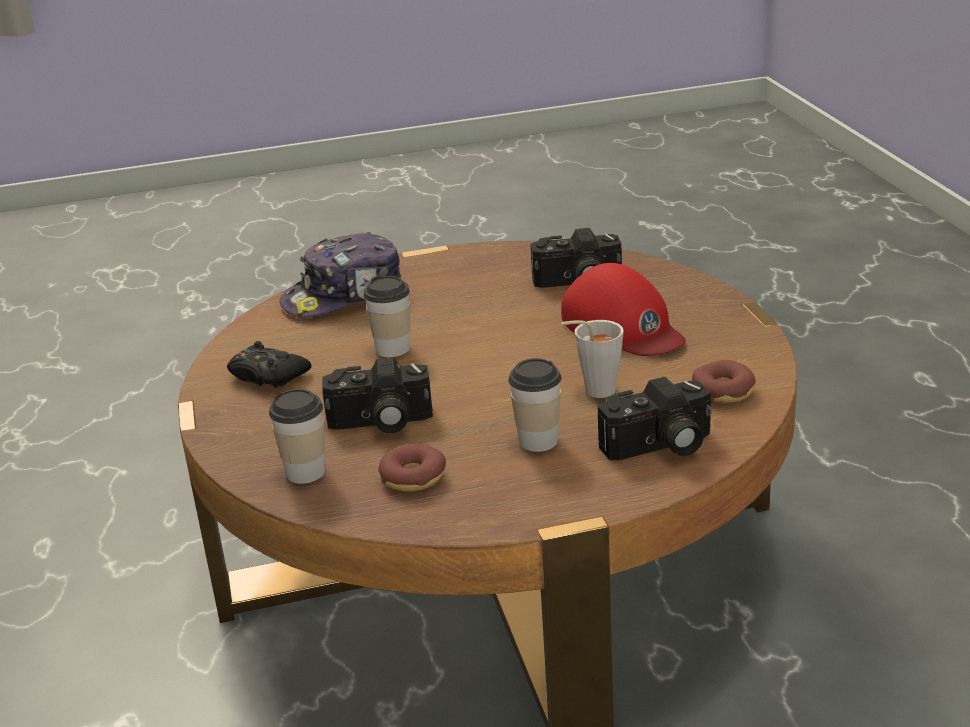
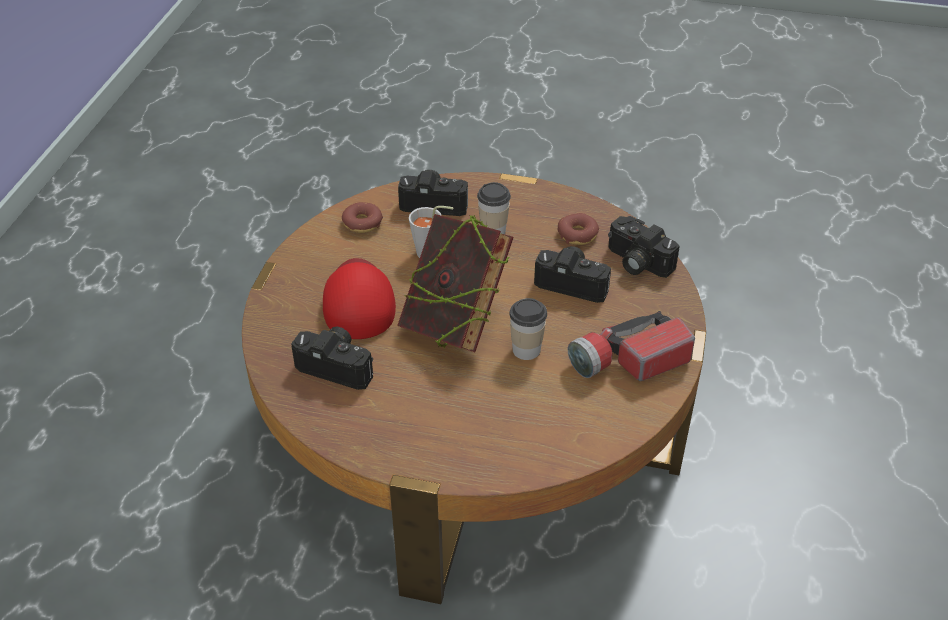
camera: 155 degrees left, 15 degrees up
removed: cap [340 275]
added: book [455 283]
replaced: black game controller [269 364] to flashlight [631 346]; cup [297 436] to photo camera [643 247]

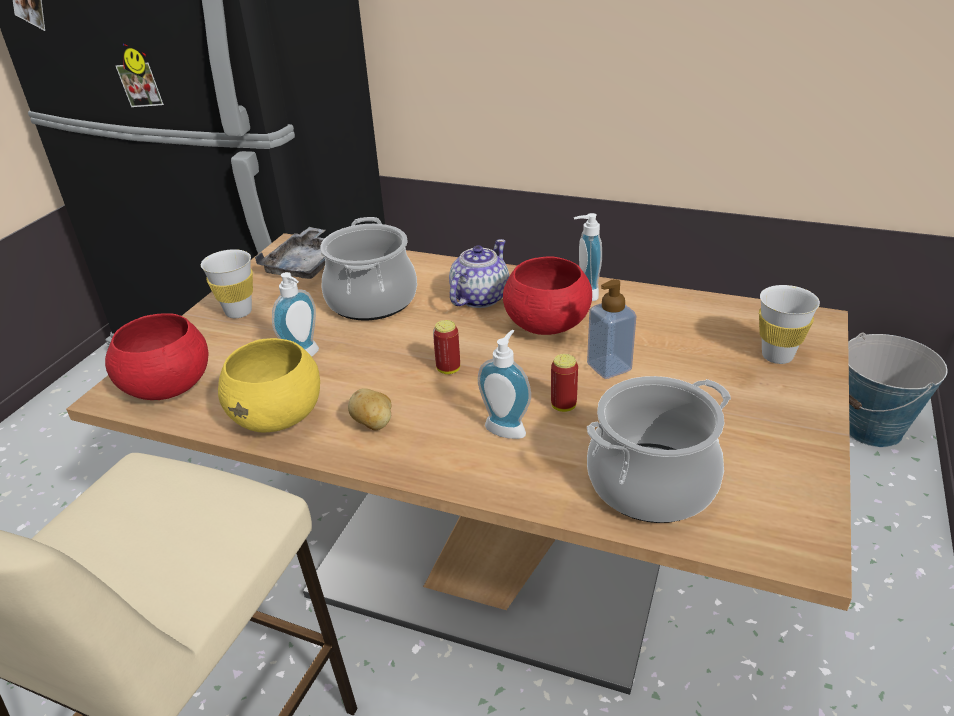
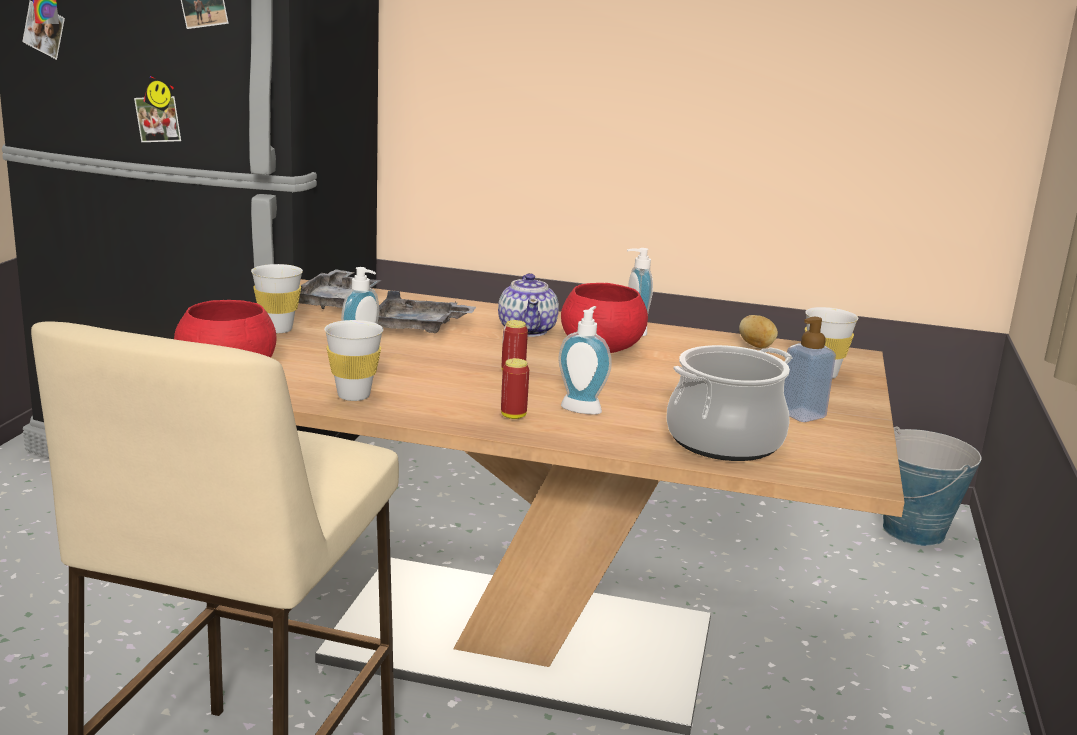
camera: 10 degrees left, 15 degrees down
moved: can [564 383] to [515 388]; potato [370 409] to [758 331]; soap dispenser [611 329] to [810 369]
replaced: yellow bowl [269 385] to white cup [354 360]; cooking pot [368 268] to grey tray [426 312]
turned: teapot [479 273] = [528 305] 150 degrees clockwise

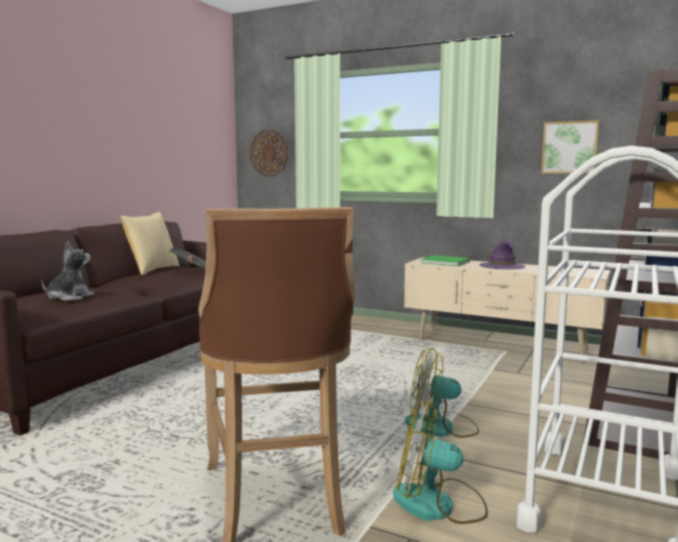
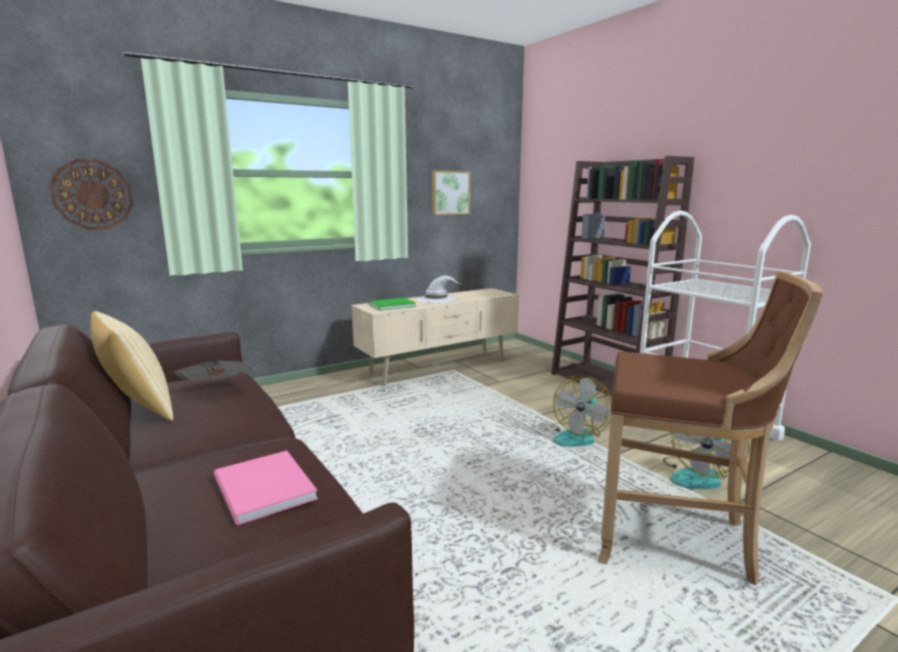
camera: 60 degrees left, 5 degrees up
replaced: plush toy [67 271] to pink book [266 488]
recoloured: purple hat [502 254] to white hat [439 289]

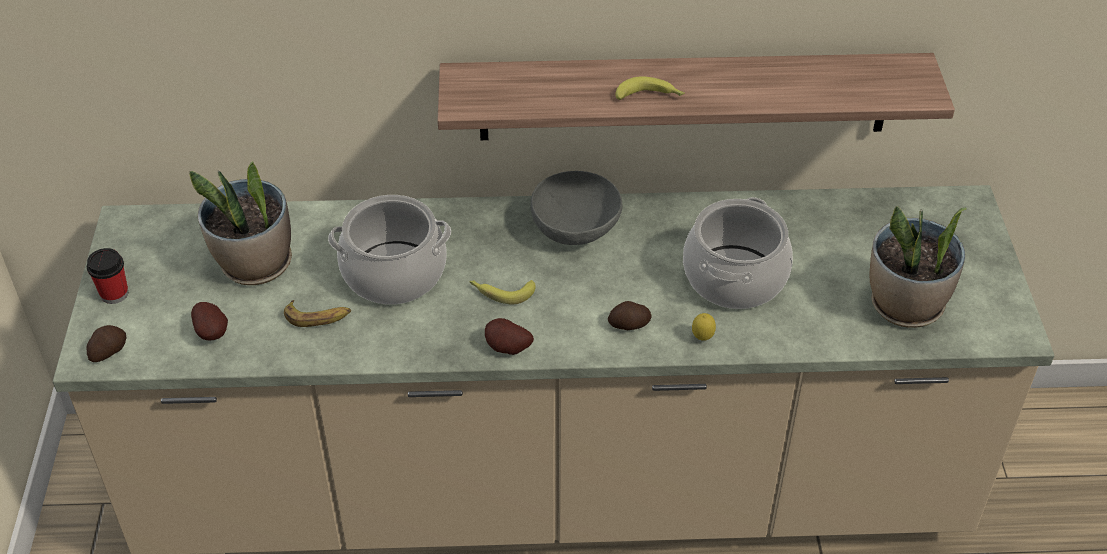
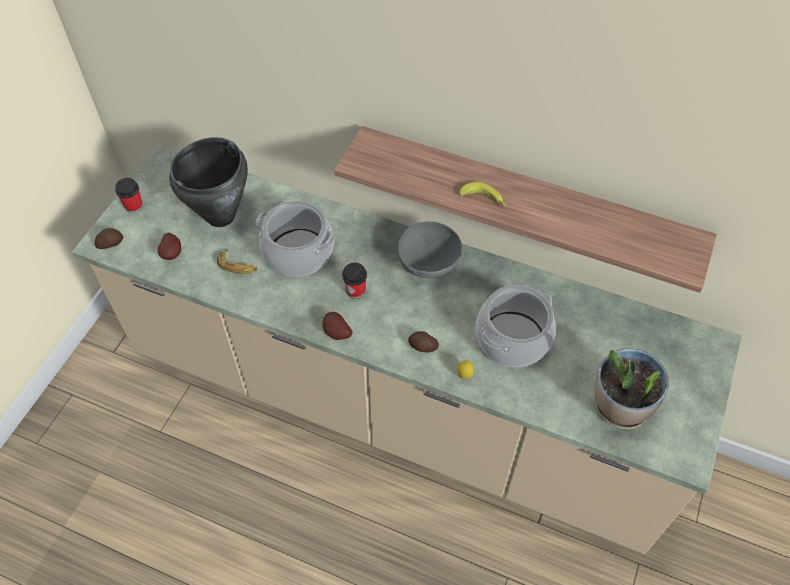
camera: 25 degrees right, 10 degrees up
replaced: potted plant [240 223] to black cooking pot [208 182]; banana [502 292] to cup [354 281]

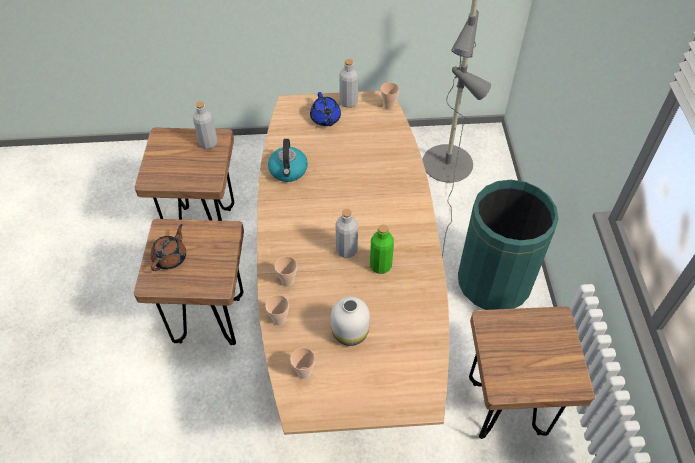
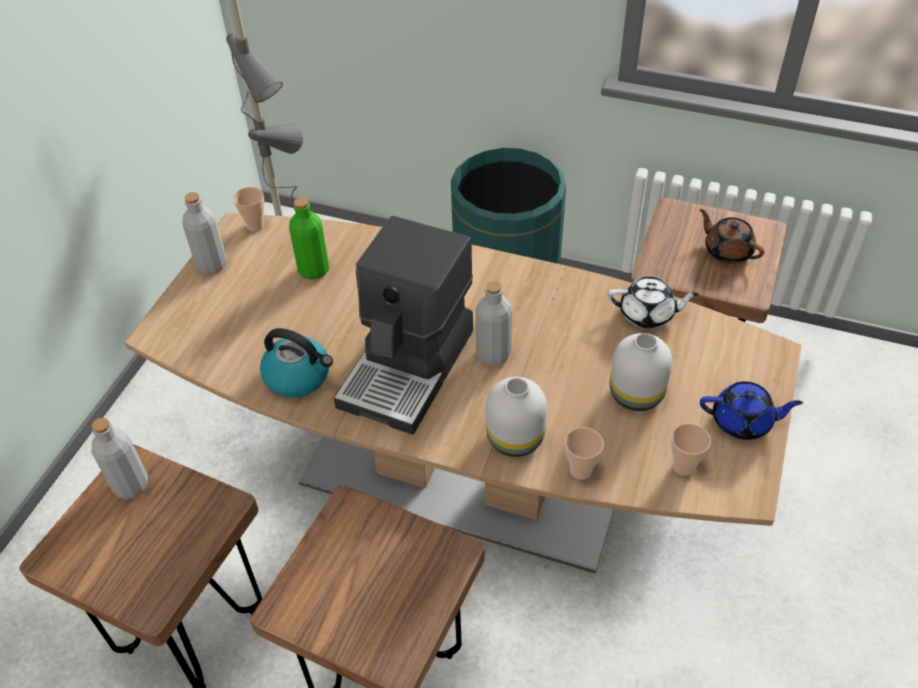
camera: 65 degrees left, 5 degrees down
added: coffee machine [403 325]; white teapot [653 302]
moved: green bottle [382 249] to [309 238]; brown teapot [168 247] to [732 236]; blue teapot [325 109] to [751 410]
replaced: cup [285 271] to white vase [516 417]

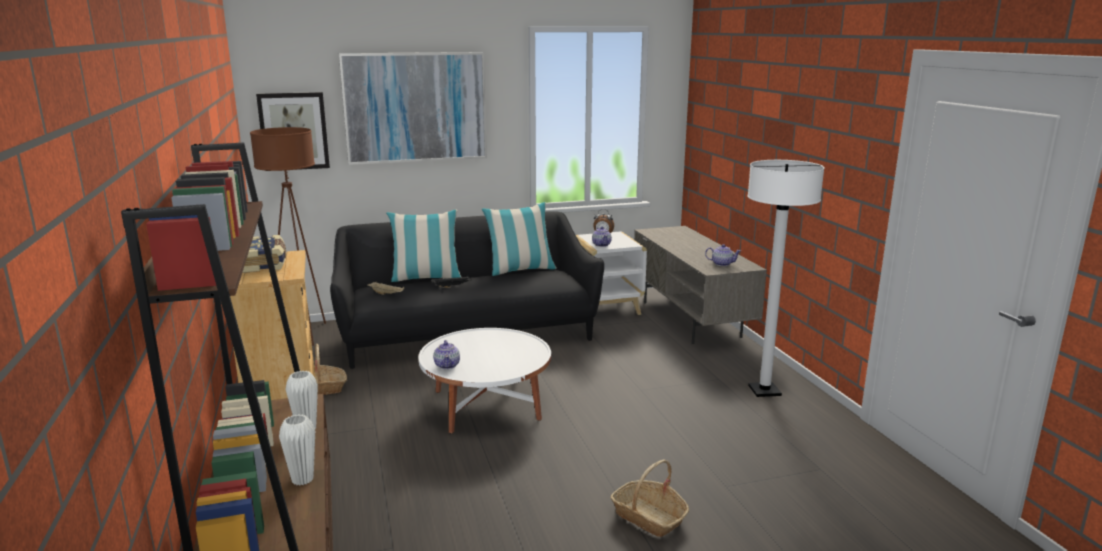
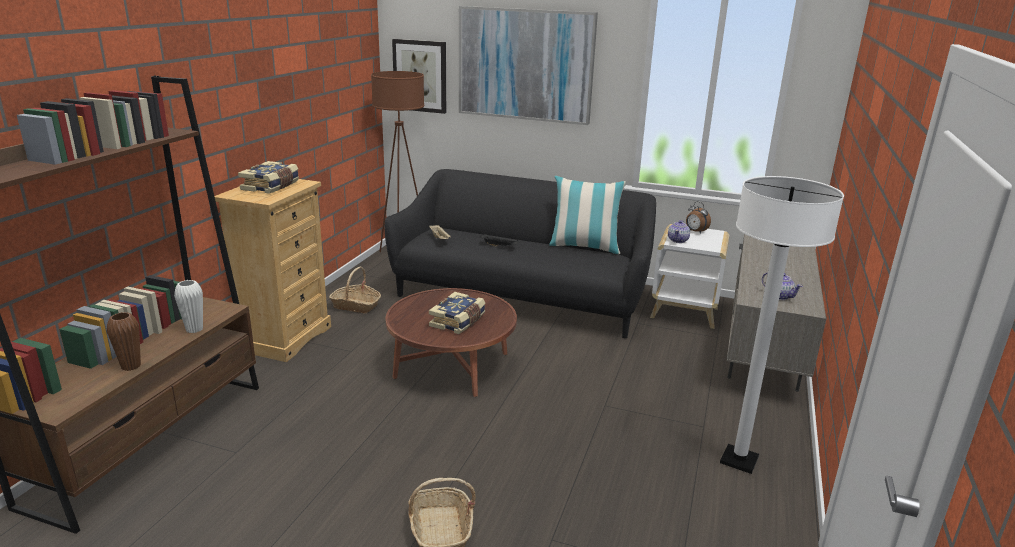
camera: 35 degrees right, 5 degrees up
removed: pillow [423 246]; teapot [446 354]
added: book [457 313]
recoloured: white vase [297 449] to brown vase [124 341]; white coffee table [485 381] to brown coffee table [451 342]

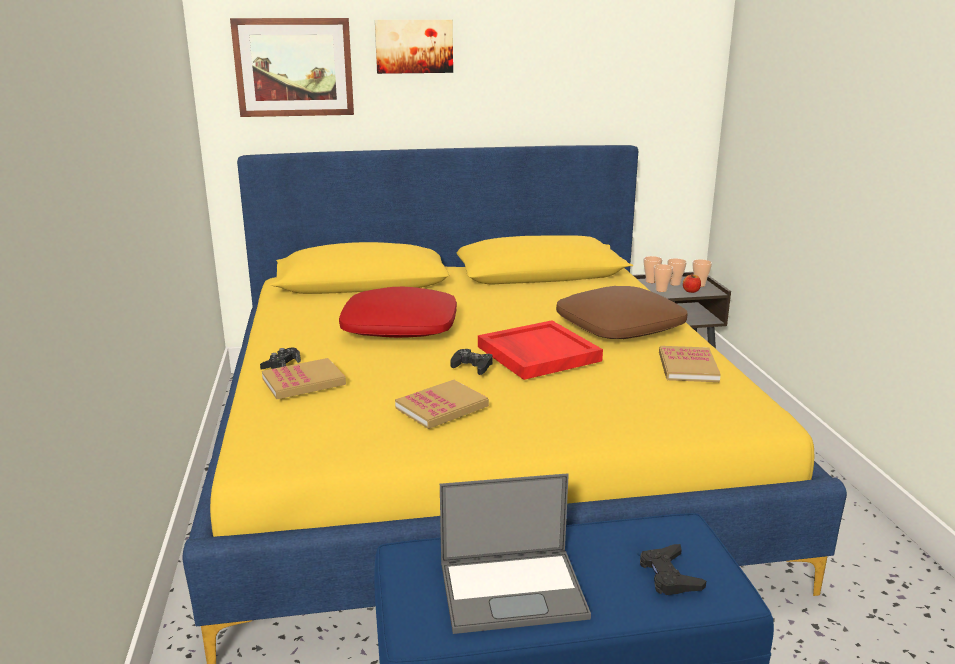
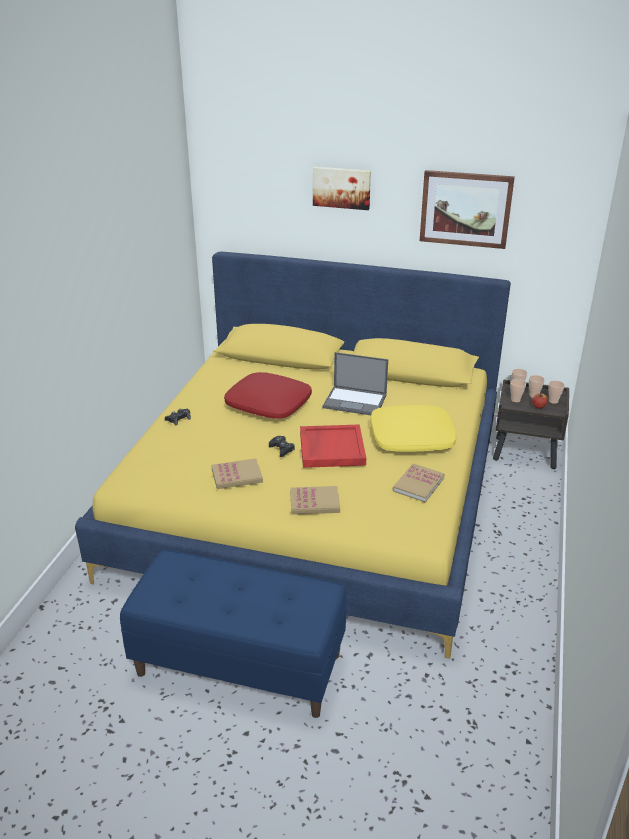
camera: 25 degrees right, 10 degrees up
removed: black game controller [673 569]
moved: book [304 378] to [315 500]; laptop [515 553] to [355 383]; picture [292 67] to [467 209]
recoloured: brown pillow [622 312] to yellow pillow [413 428]

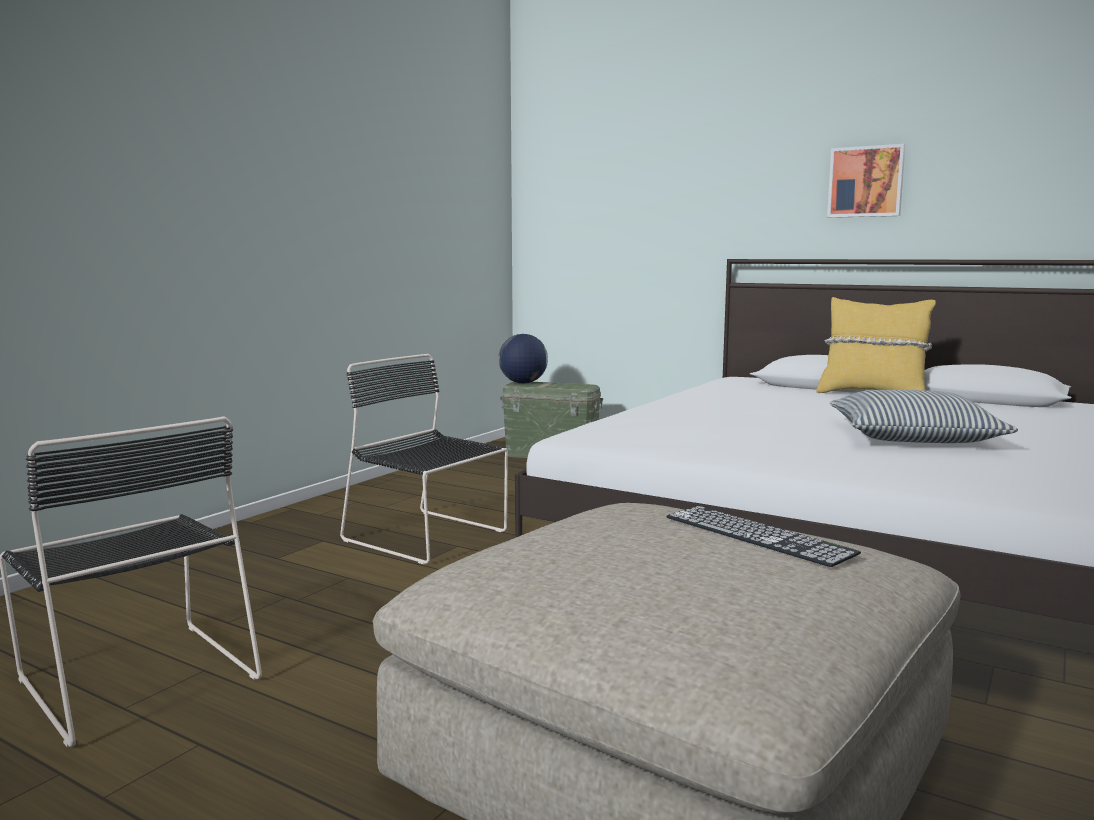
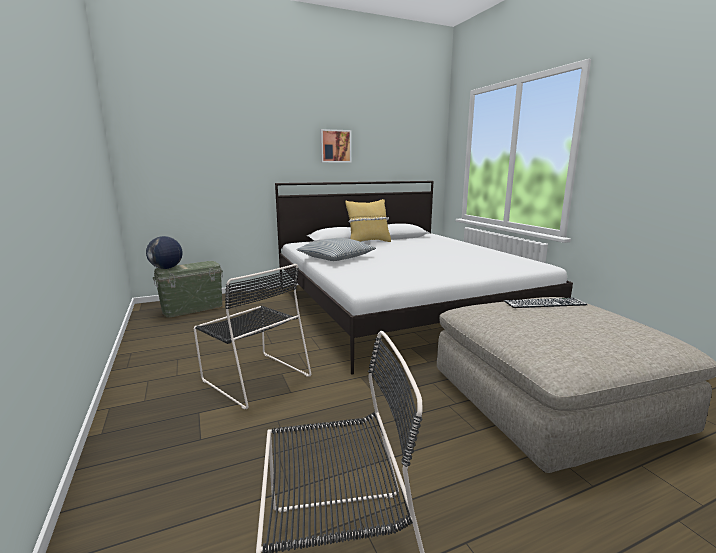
camera: 55 degrees left, 5 degrees up
moved: pillow [924 416] to [336 249]
turned: black chair [424 459] = [252 336] 120 degrees counterclockwise

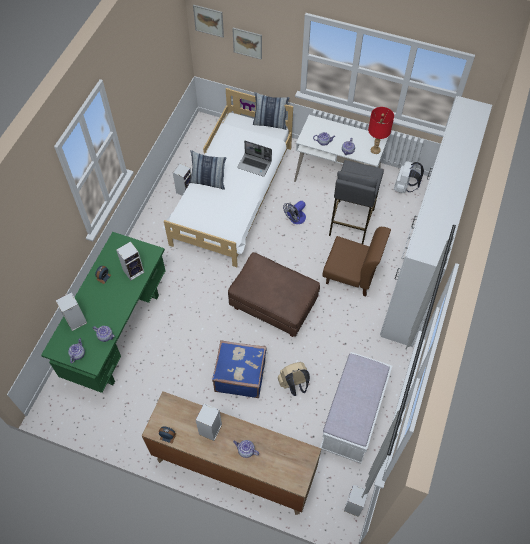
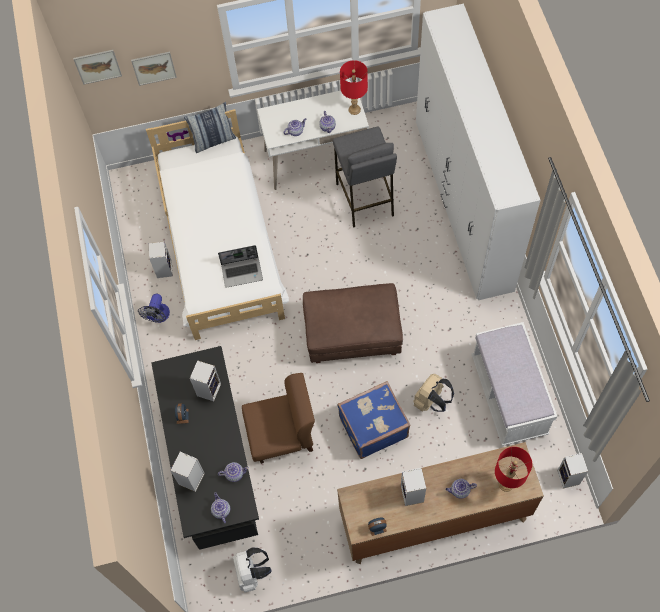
camera: 30 degrees left, 5 degrees up
removed: pillow [208 170]
added: red table lamp [513 469]
moved: fan [294 212] to [154 308]; laptop [254 159] to [240 266]; white backpack [409 177] to [252 570]; brown chair [356 262] to [278 418]
recoloured: green desk [103 312] to black desk [205 448]

